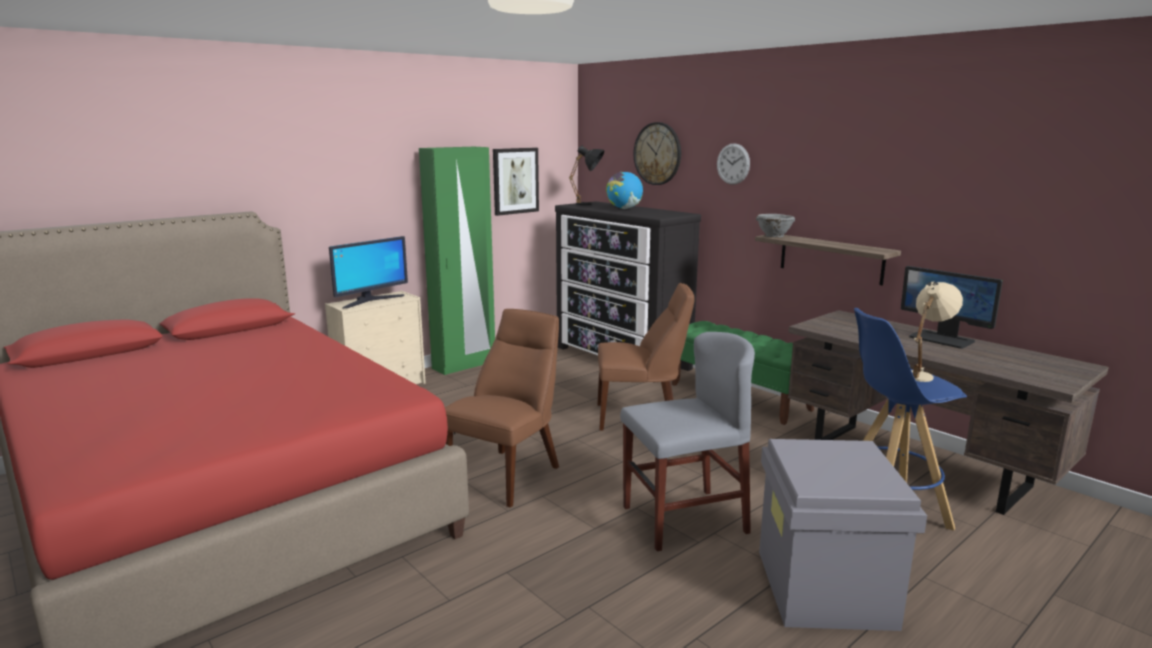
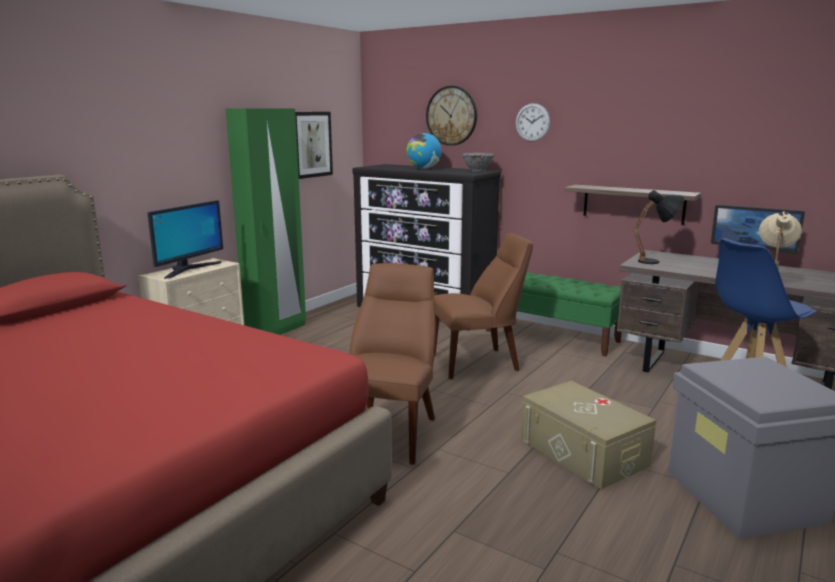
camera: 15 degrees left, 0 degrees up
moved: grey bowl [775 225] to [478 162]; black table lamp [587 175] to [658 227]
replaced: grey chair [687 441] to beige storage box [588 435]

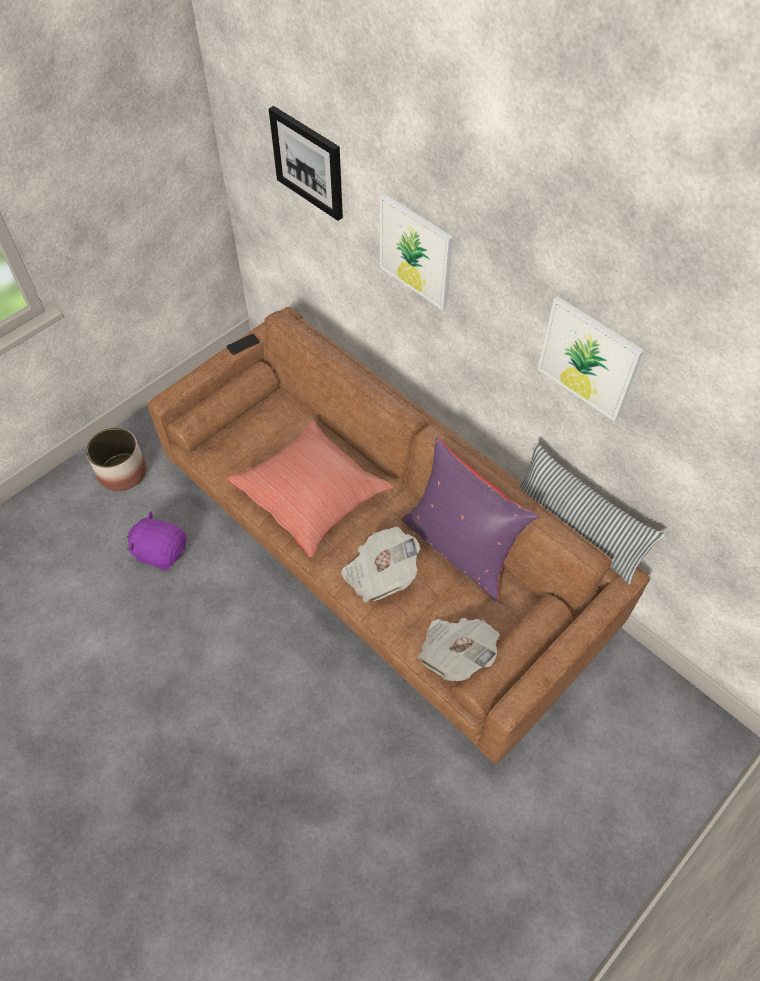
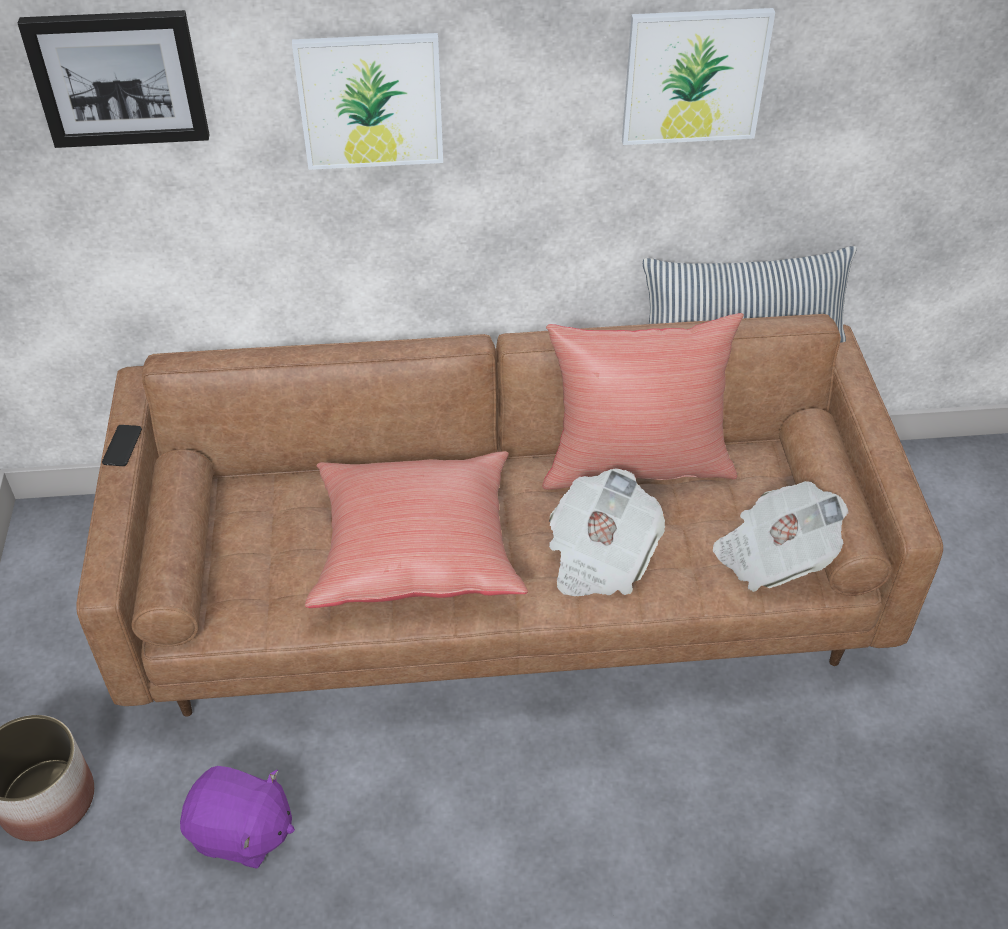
camera: 50 degrees left, 10 degrees down
recoloured: purple pillow [470 519] to red pillow [643 401]
turned: purple plush toy [157 540] = [237 817] 135 degrees counterclockwise

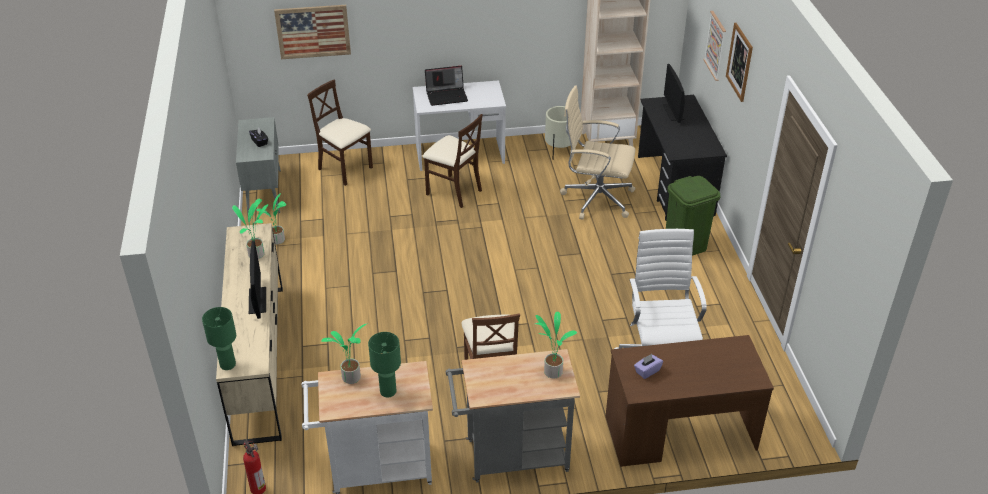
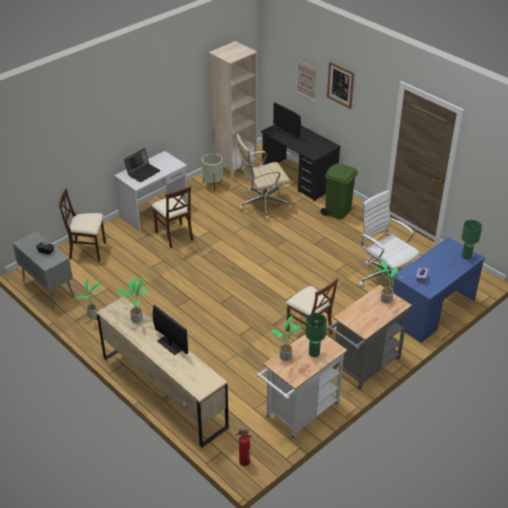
camera: 35 degrees left, 0 degrees up
removed: picture [312 32]
moved: green table lamp [219 338] to [472 240]
recoloured: brown desk [690 401] to blue desk [438 290]
turned: beige chair [453 161] = [172 217] 60 degrees clockwise

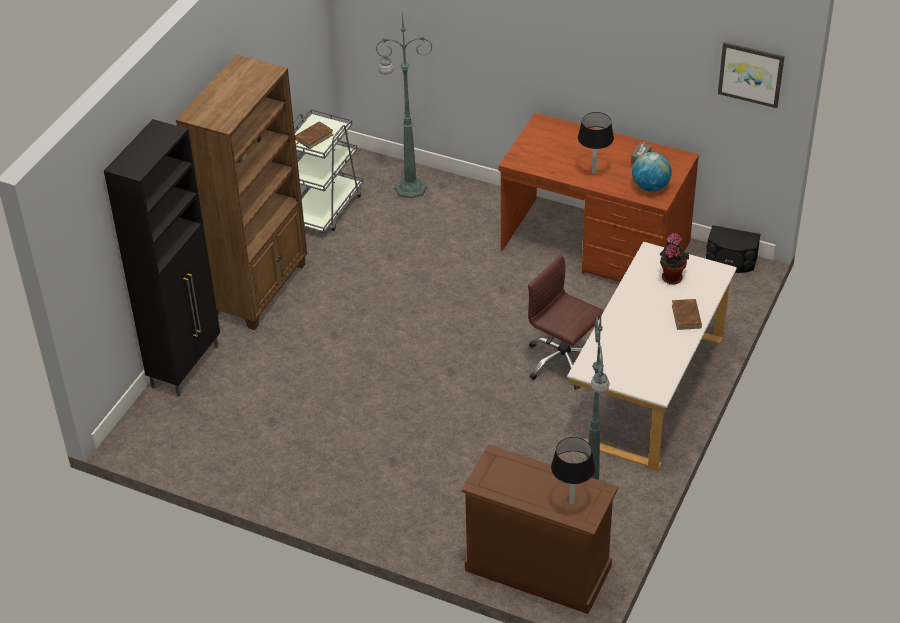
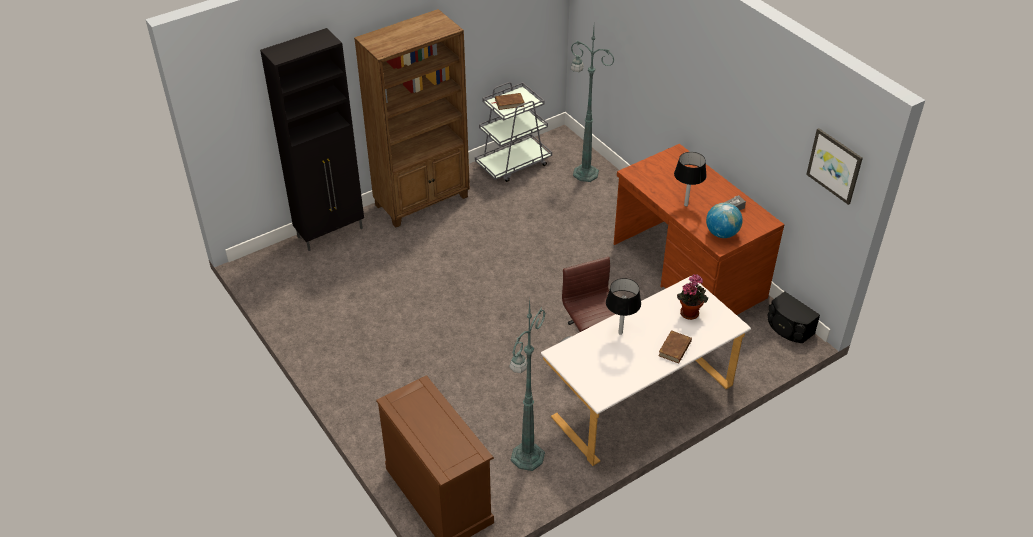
camera: 30 degrees right, 0 degrees up
moved: black table lamp [573 471] to [623 306]

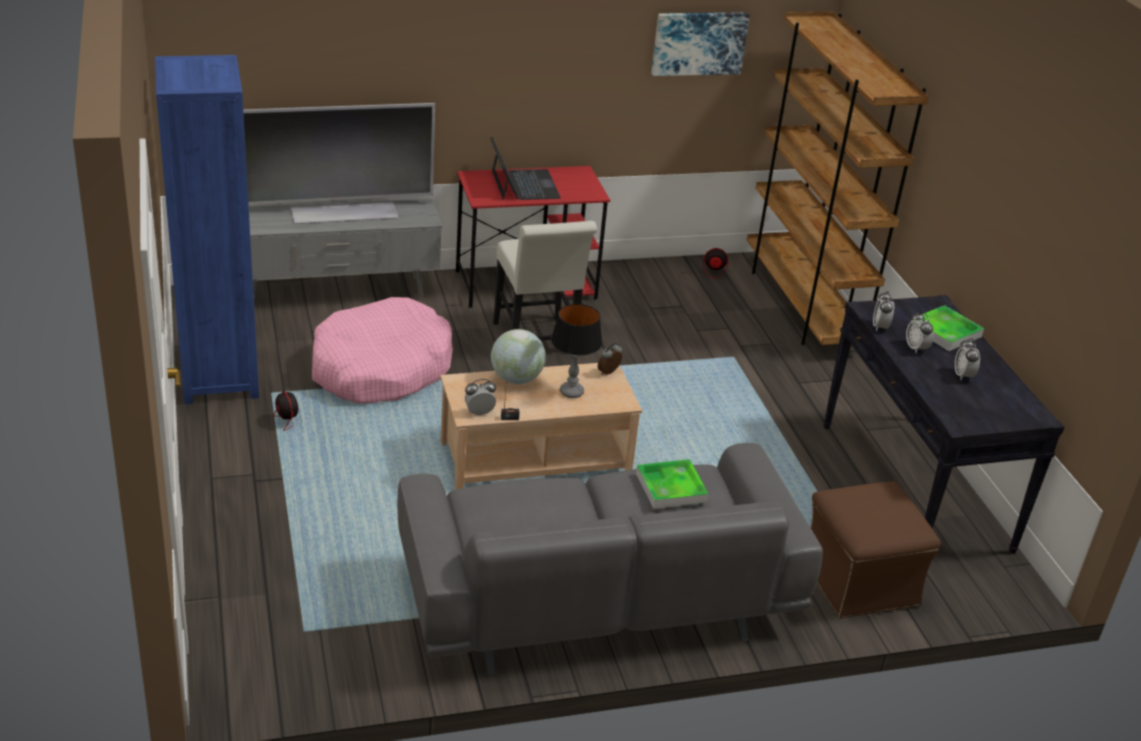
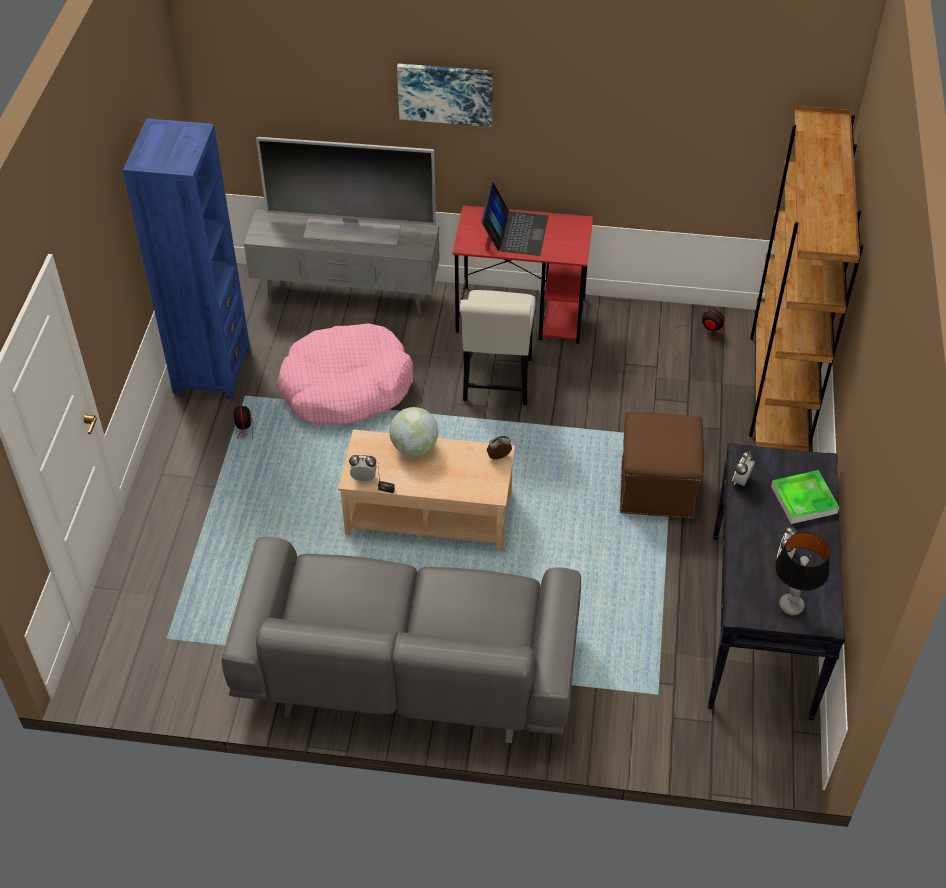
camera: 25 degrees right, 15 degrees up
removed: tray [672 484]; alarm clock [920 332]
moved: picture [700 44] to [445 95]; brown ottoman [875 550] to [662 465]; table lamp [576 351] to [802 573]

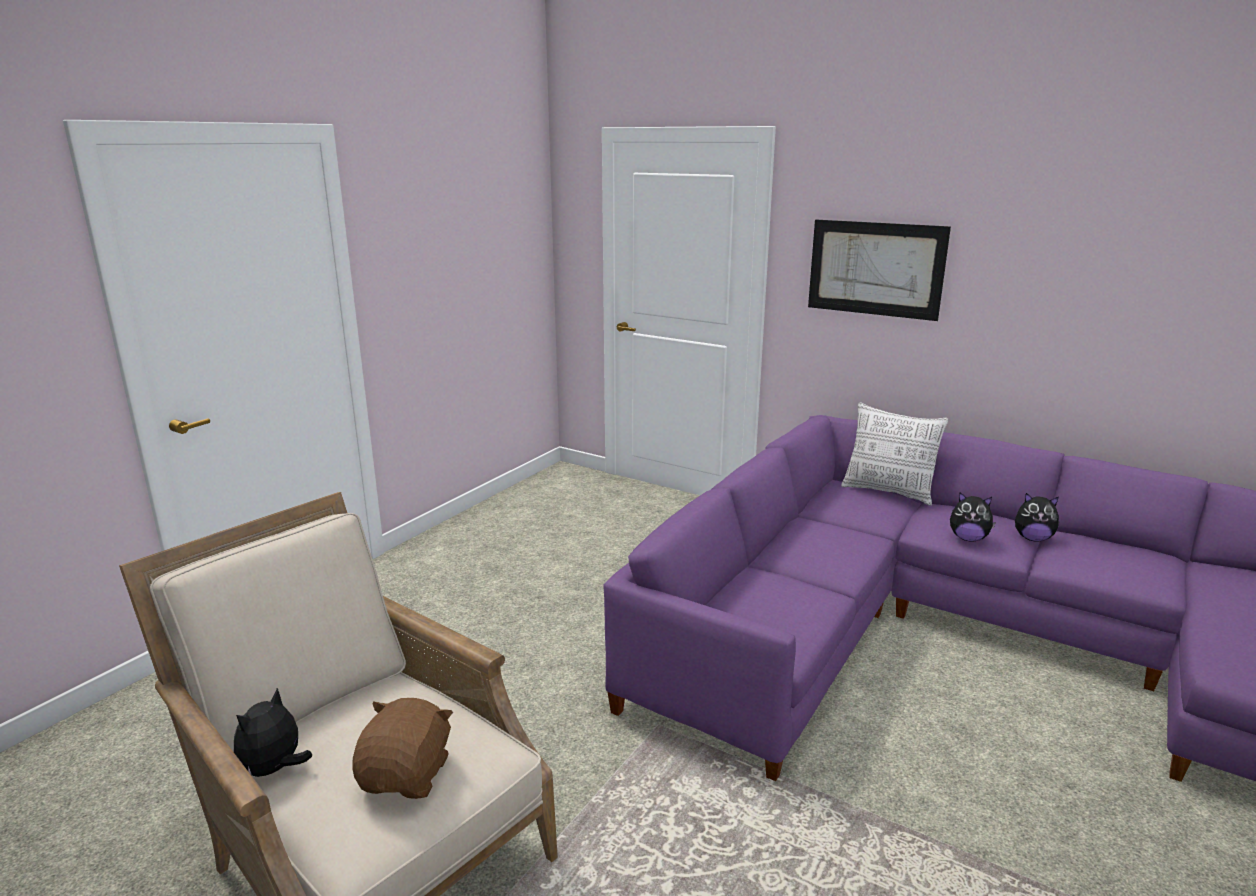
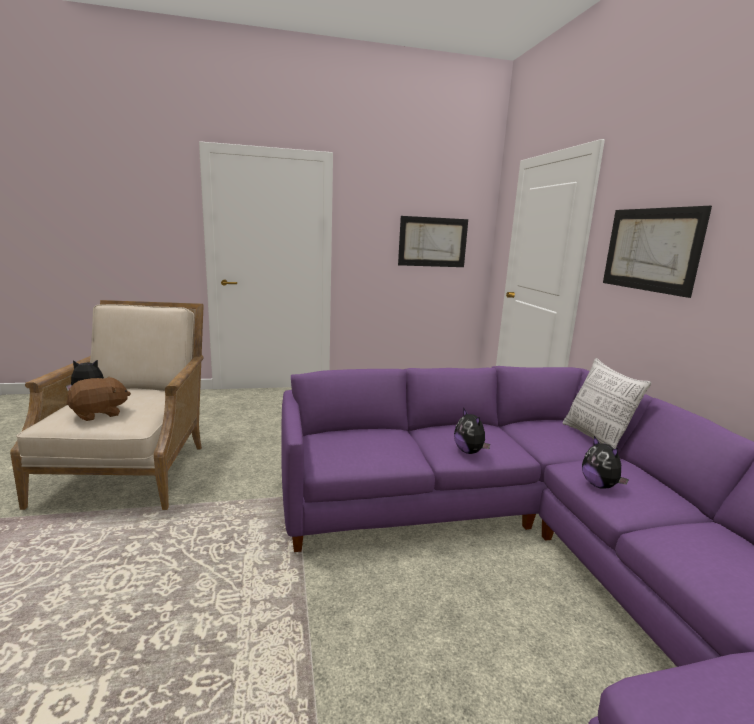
camera: 45 degrees right, 5 degrees down
added: picture [433 241]
moved: plush toy [1037 517] to [472 431]

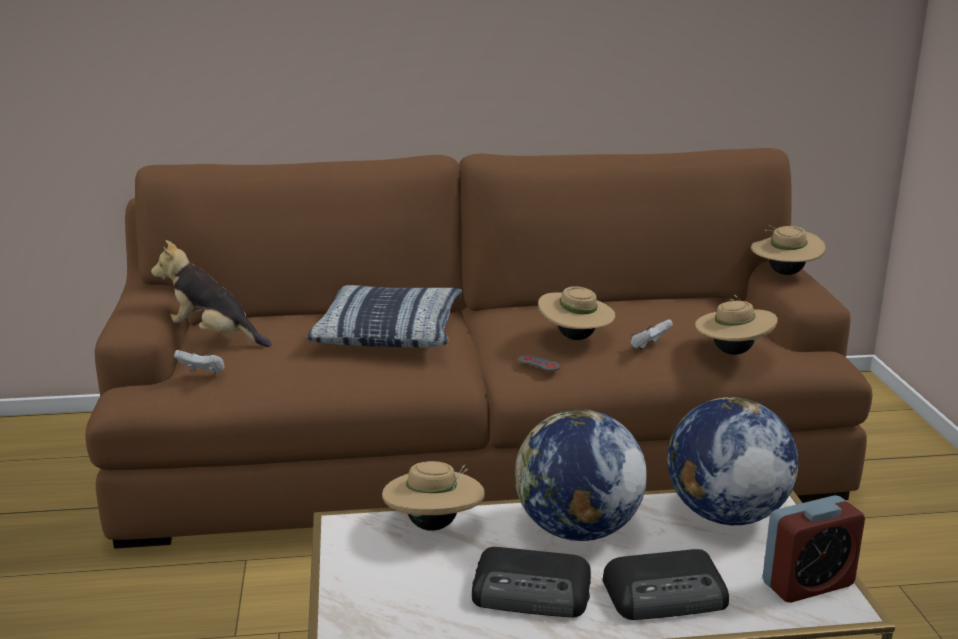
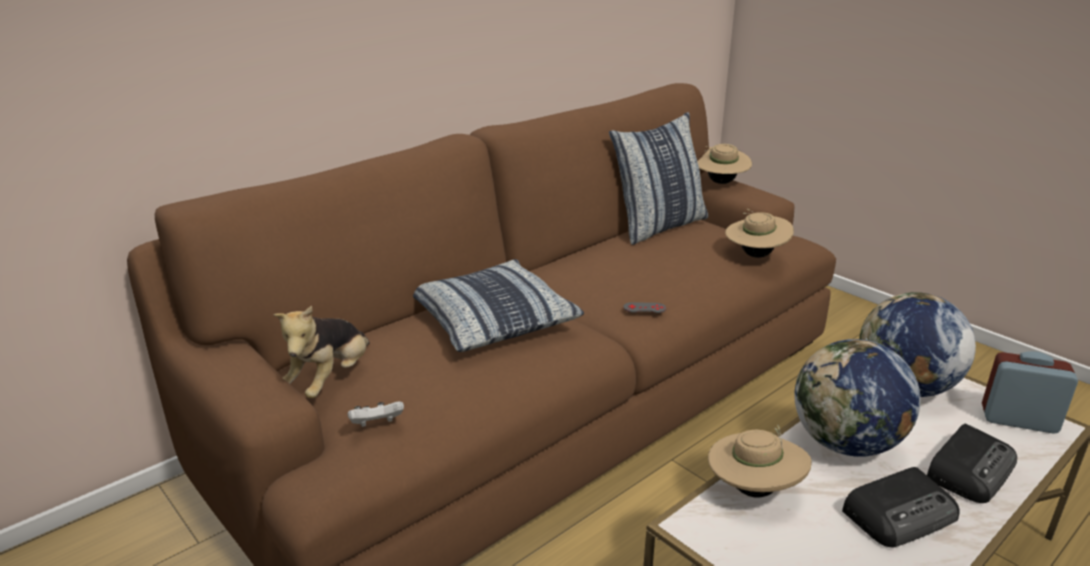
camera: 35 degrees left, 5 degrees up
removed: beige hat [577 313]; white game controller [652 334]
added: pillow [658 178]
turned: plush toy [211 293] = [322 352] 60 degrees counterclockwise; alarm clock [814 549] = [1030 392] 105 degrees counterclockwise

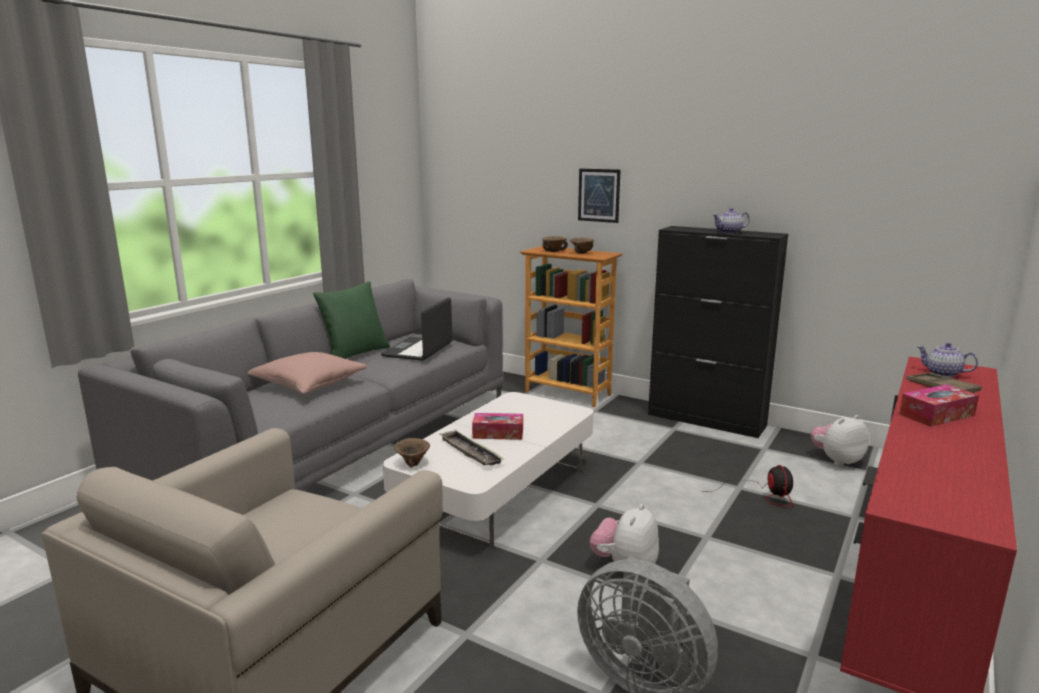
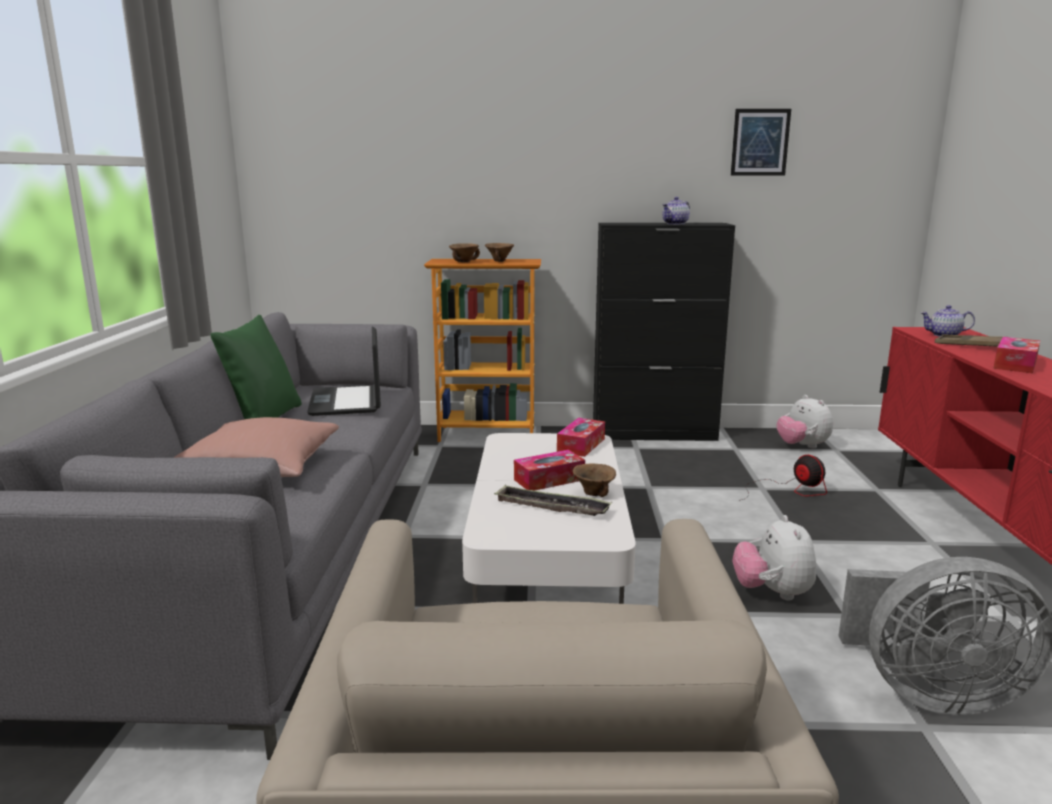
camera: 30 degrees left, 0 degrees up
added: tissue box [581 437]
moved: brown bowl [412 453] to [594 480]; picture [599 196] to [761 142]
turned: plush toy [840 440] = [805 421] 60 degrees counterclockwise

